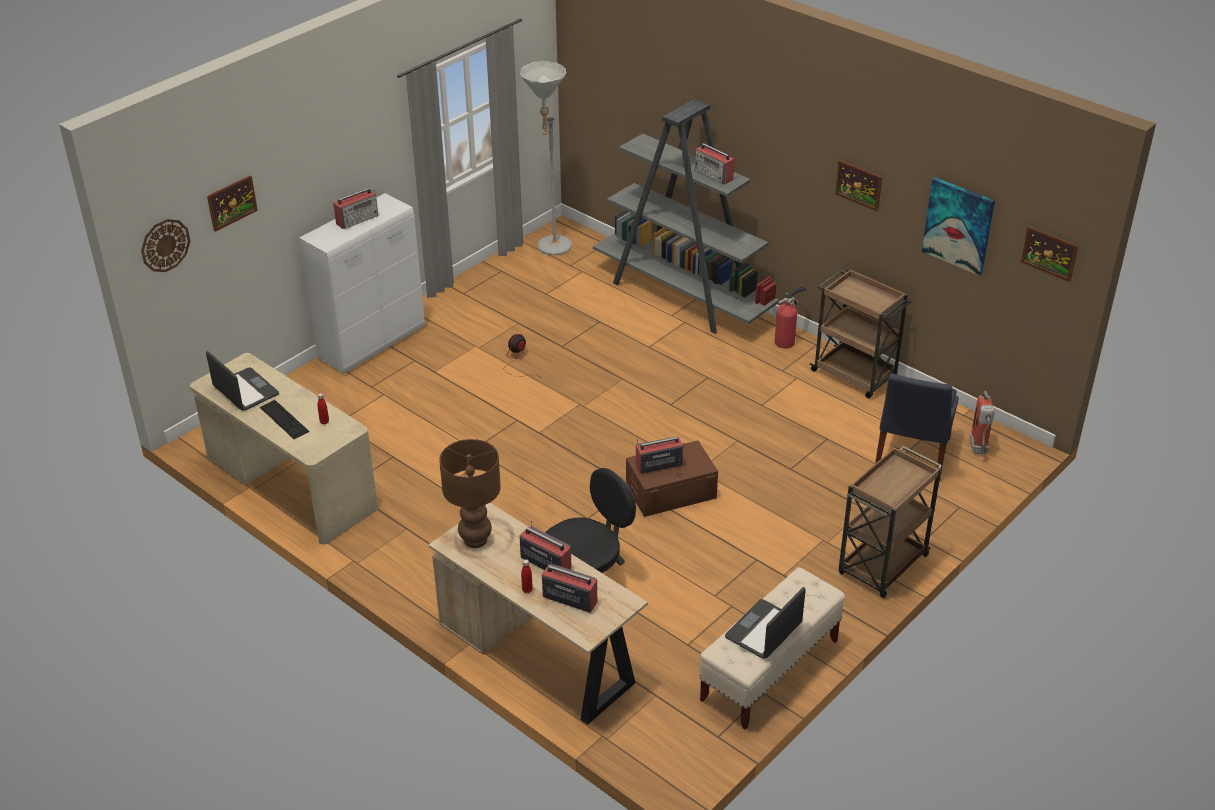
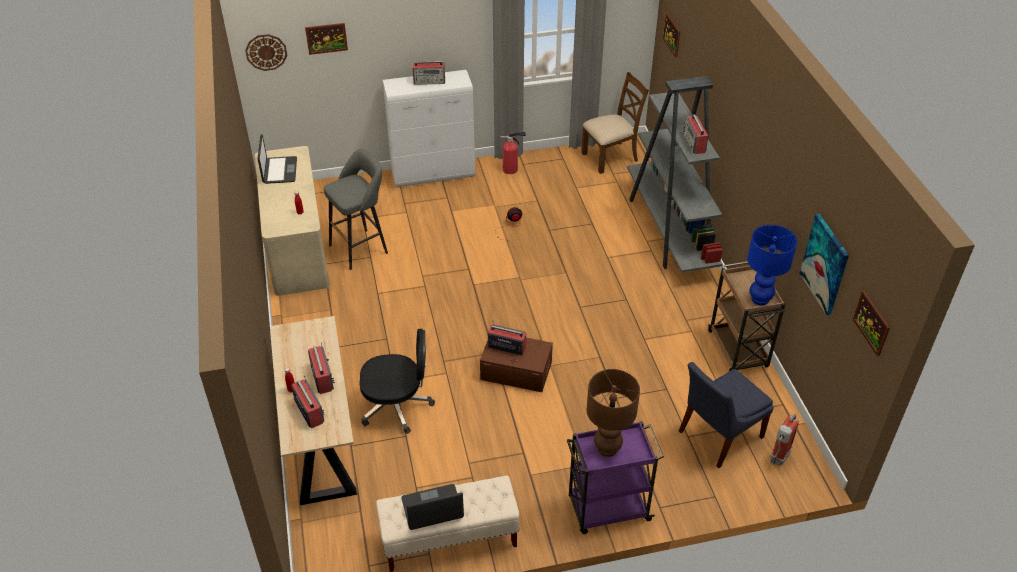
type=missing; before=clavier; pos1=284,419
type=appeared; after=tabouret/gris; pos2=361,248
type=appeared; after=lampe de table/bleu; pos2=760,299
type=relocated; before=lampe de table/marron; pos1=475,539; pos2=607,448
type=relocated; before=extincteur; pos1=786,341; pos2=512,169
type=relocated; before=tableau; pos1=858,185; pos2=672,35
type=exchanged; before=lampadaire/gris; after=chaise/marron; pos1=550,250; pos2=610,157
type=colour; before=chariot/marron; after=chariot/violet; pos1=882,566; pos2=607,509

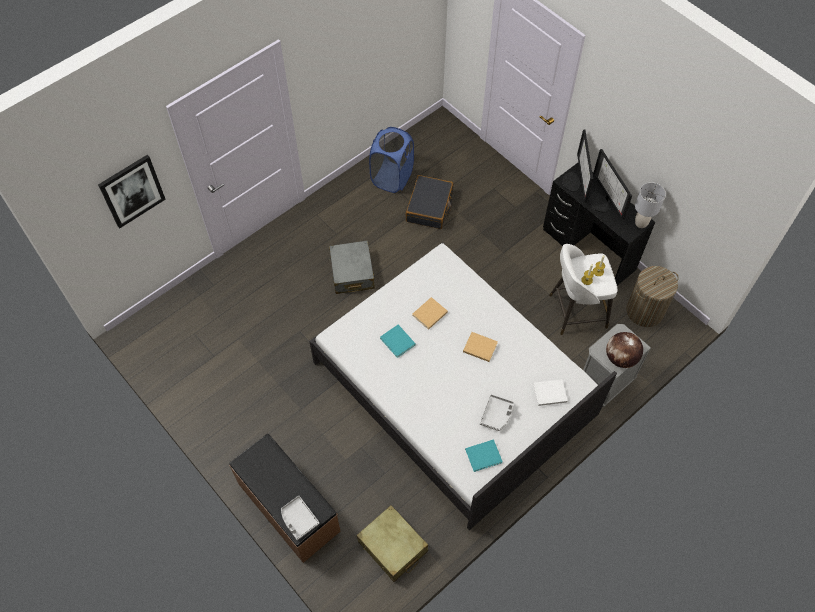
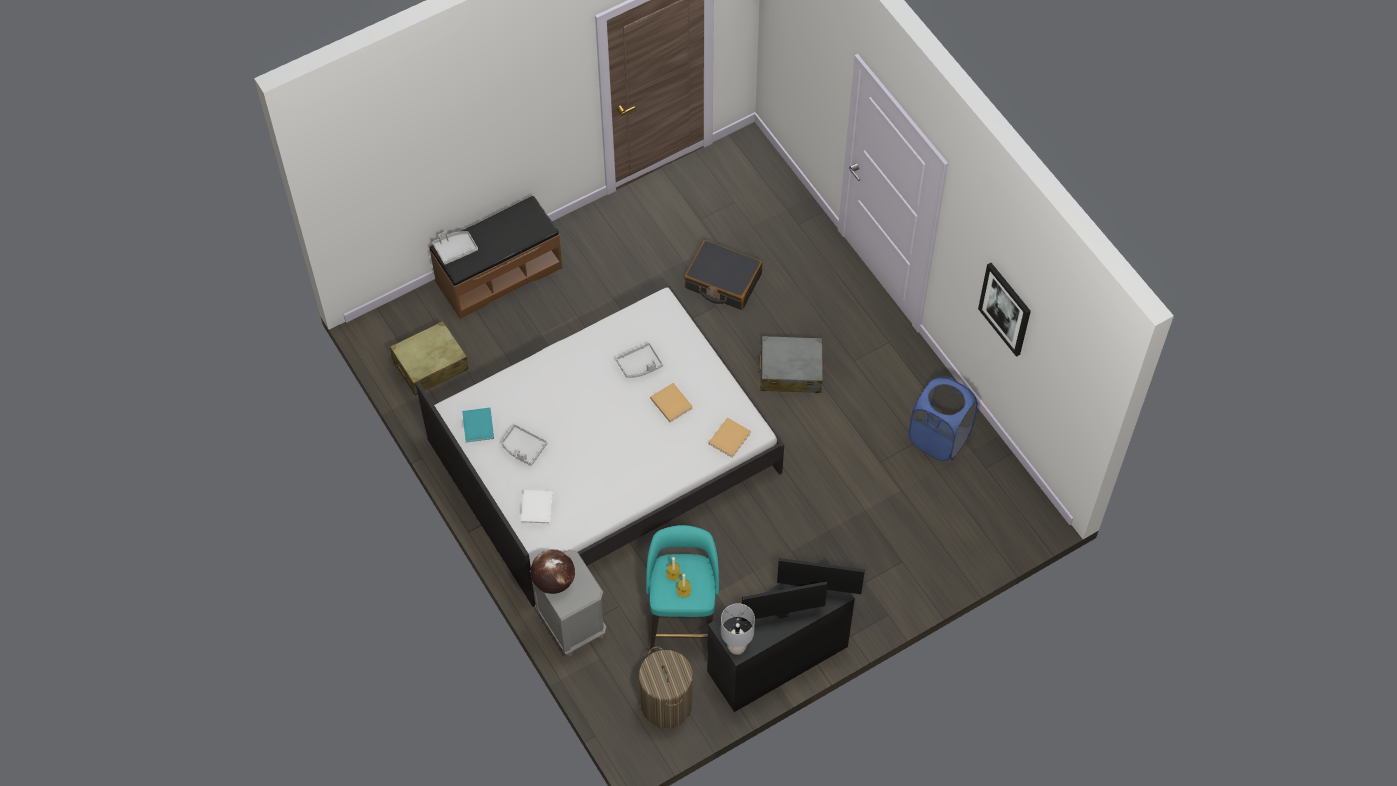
type=relocated; before=tableau; pos1=132,191; pos2=1005,308
type=relocated; before=valise/noir; pos1=429,207; pos2=723,281
type=relocated; before=livre/beige; pos1=479,347; pos2=730,437
type=exchanged; before=livre/turquoise; after=plateau/gris; pos1=398,342; pos2=639,365
type=colour; before=tabouret/blanc; after=tabouret/turquoise; pos1=575,311; pos2=683,618

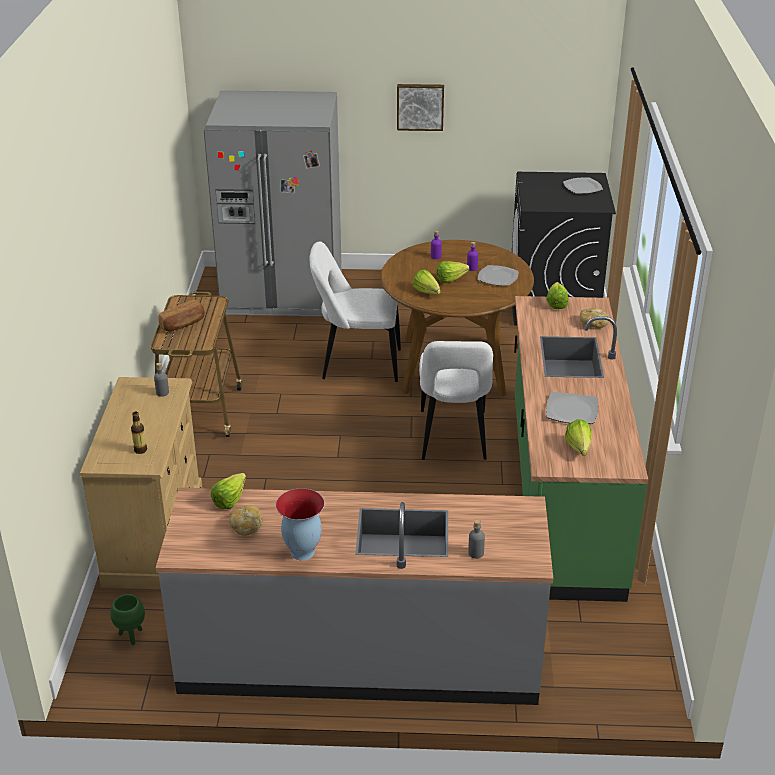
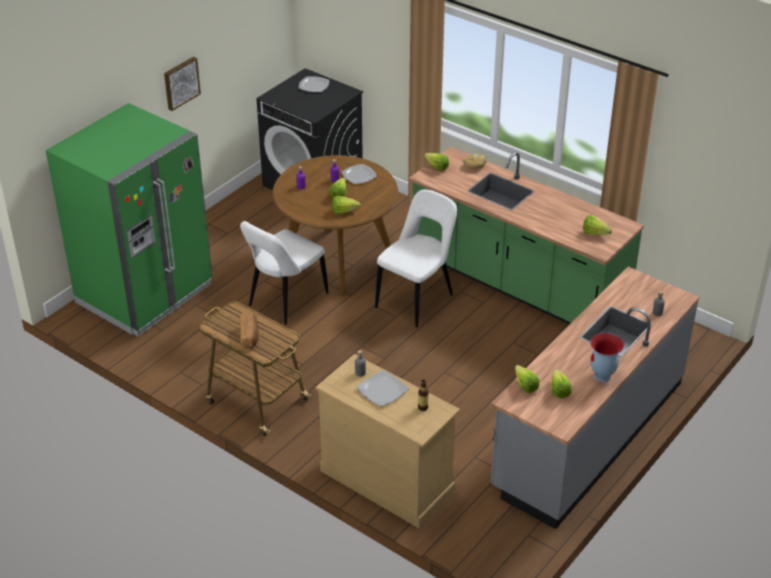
type=missing; before=cache-pot/vert; pos1=131,636
type=relocated; before=assiette; pos1=572,411; pos2=383,390
type=exchanged; before=pain; after=laitue; pos1=247,527; pos2=559,389
type=colour; before=réfrigérateur/gris; after=réfrigérateur/vert; pos1=283,293; pos2=145,294
type=spun; before=chaise/blanc; pos1=453,438; pos2=417,299; turn=-90

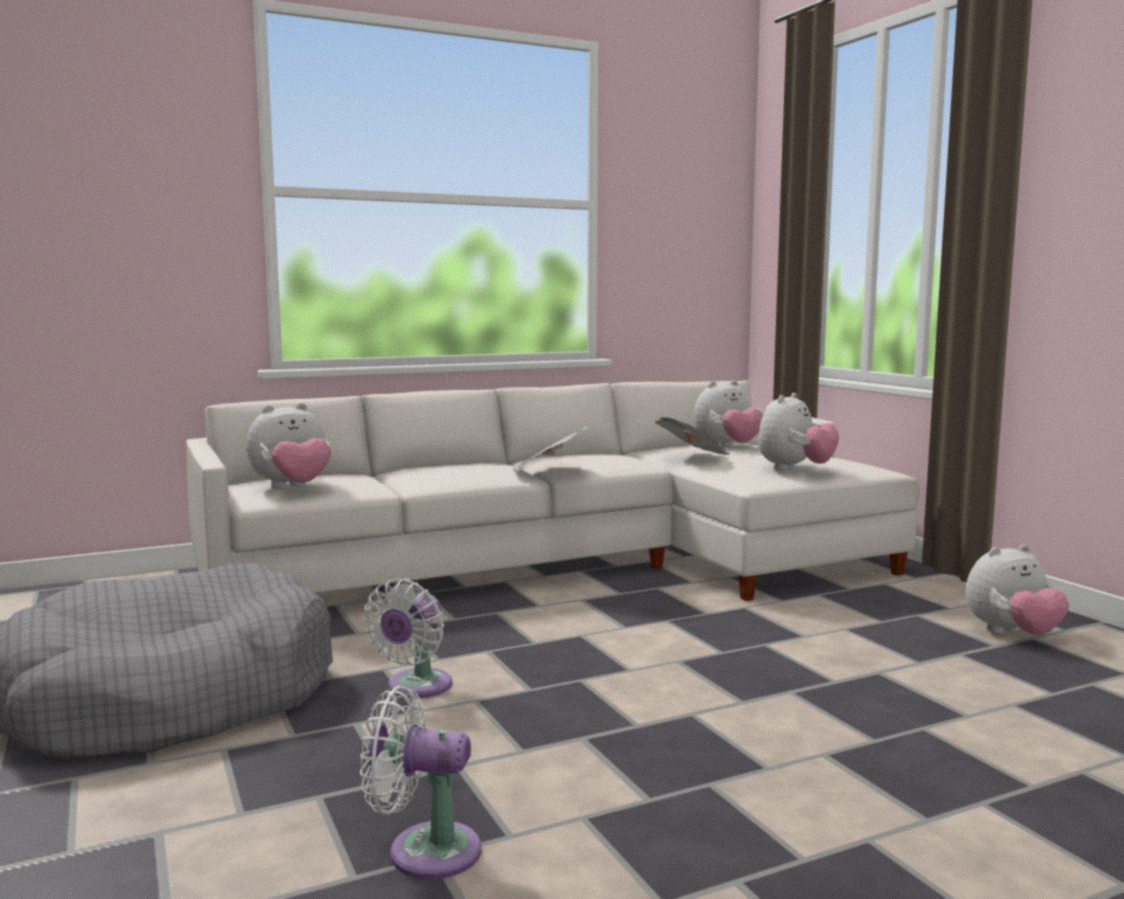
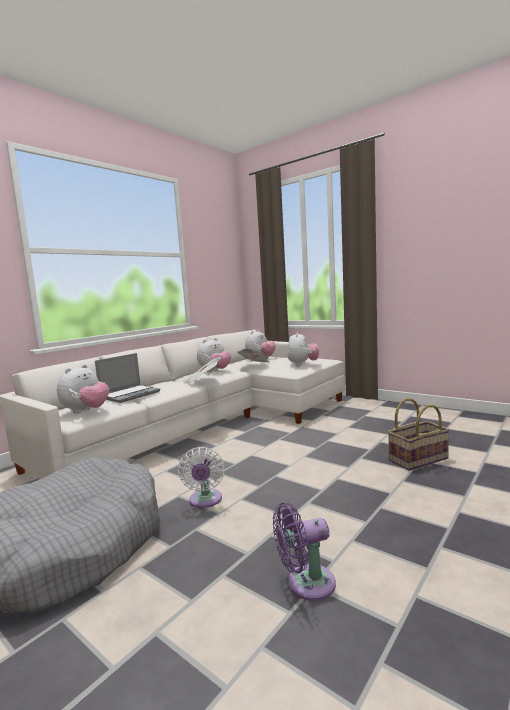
type=appeared; after=ordinateur portable; pos2=130,395
type=appeared; after=panier; pos2=417,459
type=relocated; before=peluche; pos1=1012,634; pos2=215,371
type=colour; before=ventilateur/blanc; after=ventilateur/violet; pos1=425,850; pos2=306,584

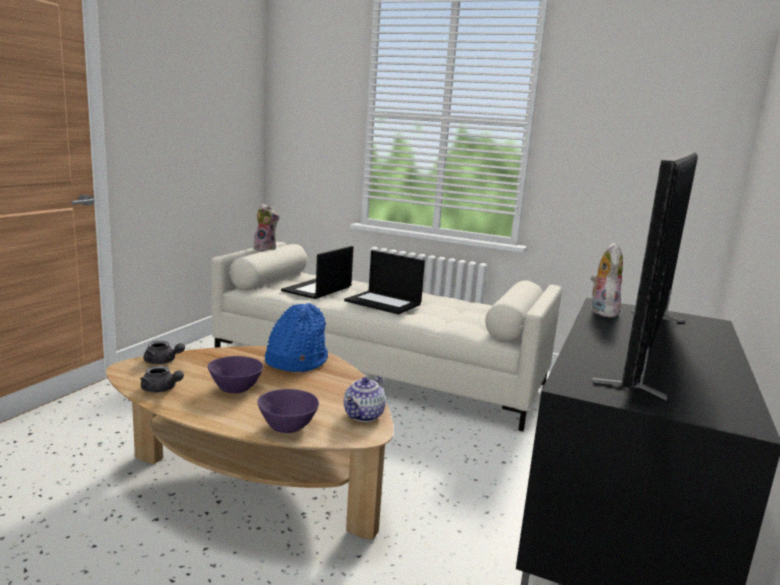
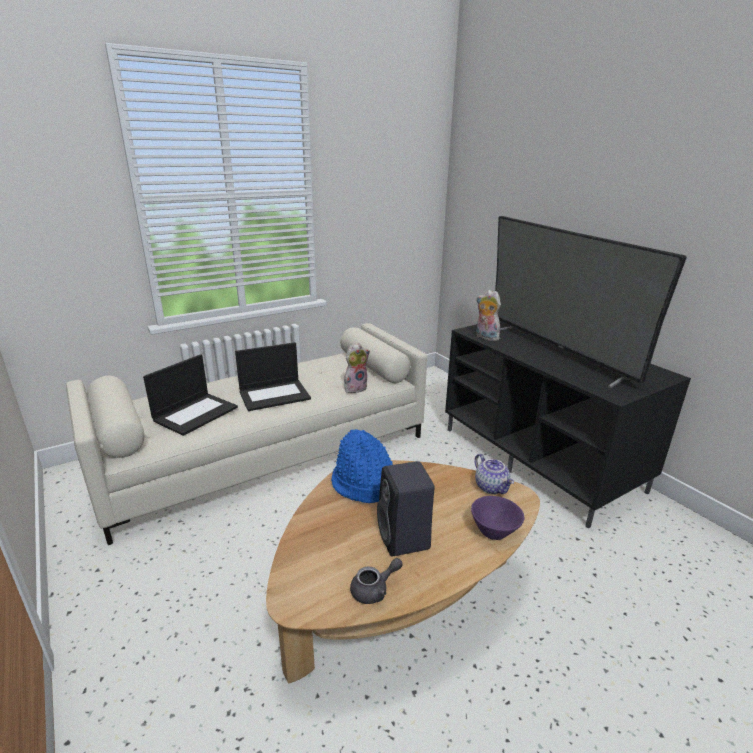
type=missing; before=théière/gris; pos1=163,362
type=relocated; before=peluche; pos1=266,249; pos2=355,388
type=exchanged; before=bol/violet; after=enceinte/noir; pos1=235,389; pos2=404,539
type=spun; before=ordinateur portable; pos1=317,289; pos2=196,413; turn=-120

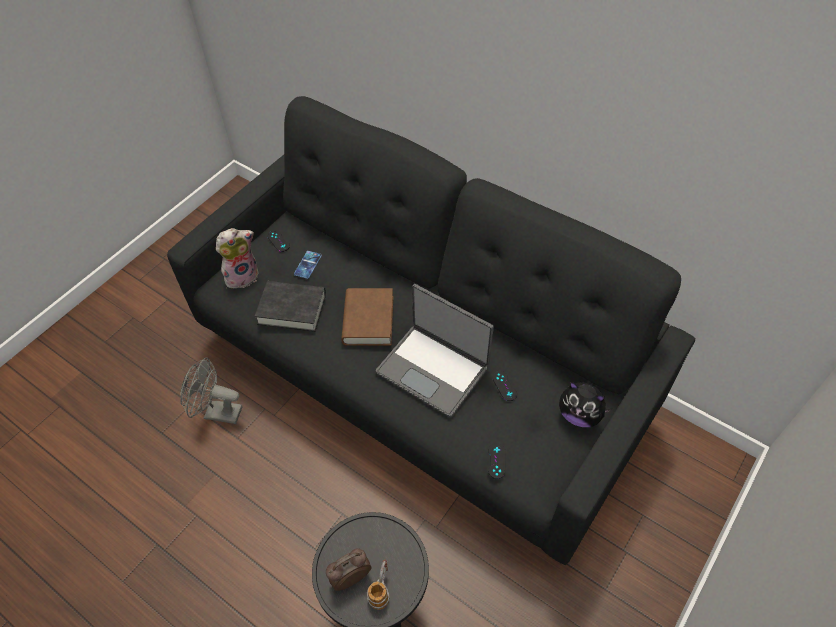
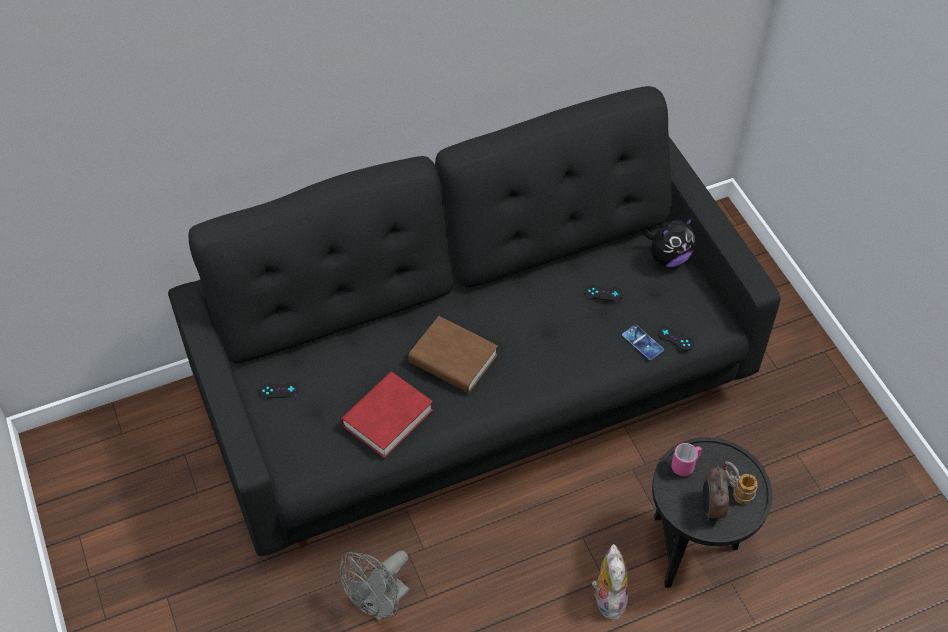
type=missing; before=ordinateur portable; pos1=433,369
type=appeared; after=mug/rose; pos2=686,465
type=relocated; before=peluche; pos1=242,275; pos2=607,598
type=relocated; before=téléphone; pos1=308,265; pos2=642,342
type=colour; before=livre/noir; after=livre/rouge; pos1=292,309; pos2=387,418

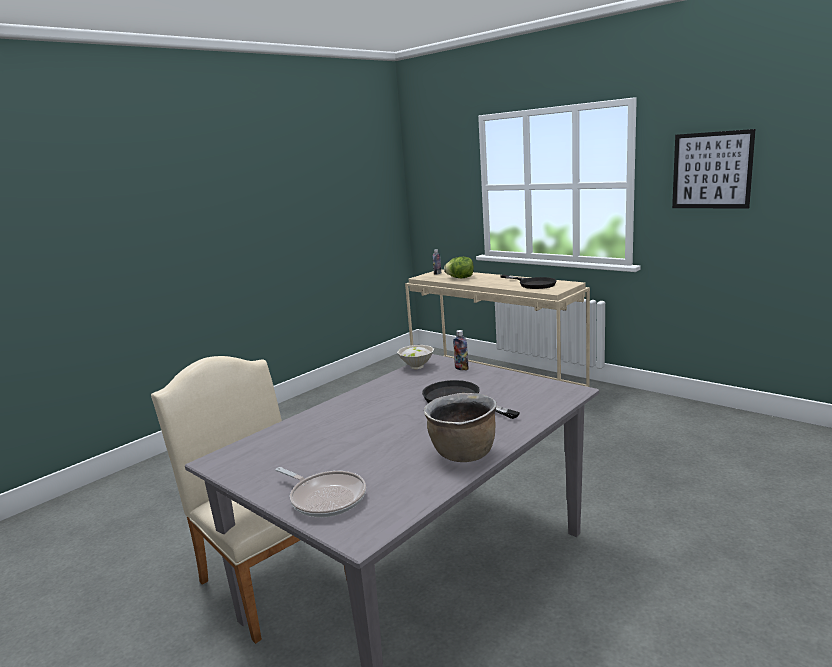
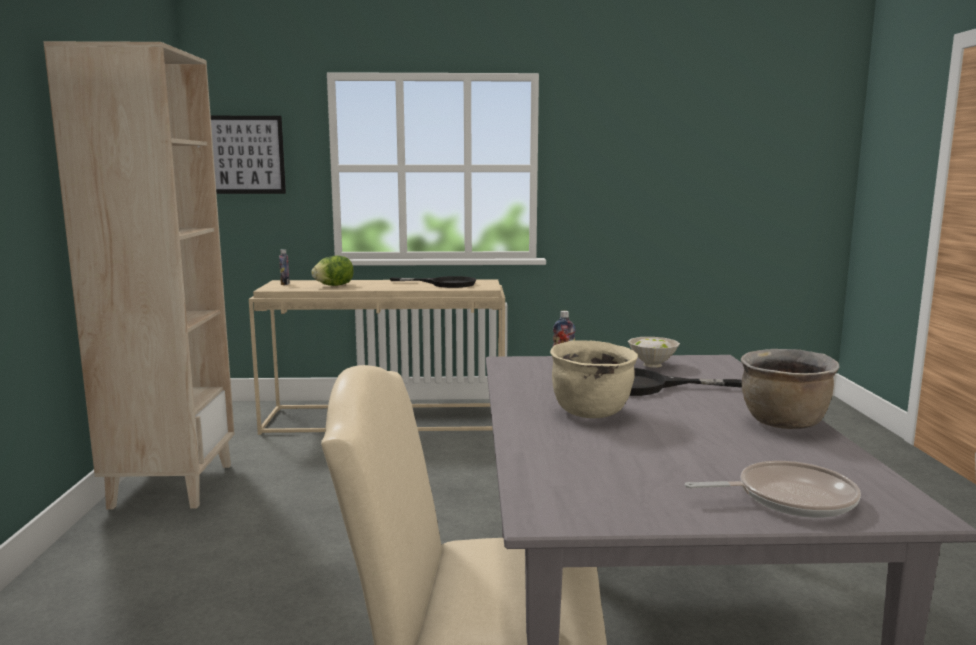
type=appeared; after=bibliothèque/beige; pos2=172,485
type=appeared; after=marmite/beige; pos2=592,412
type=relocated; before=bol/blanc; pos1=417,366; pos2=652,364
type=relocated; before=tableau; pos1=711,170; pos2=245,155

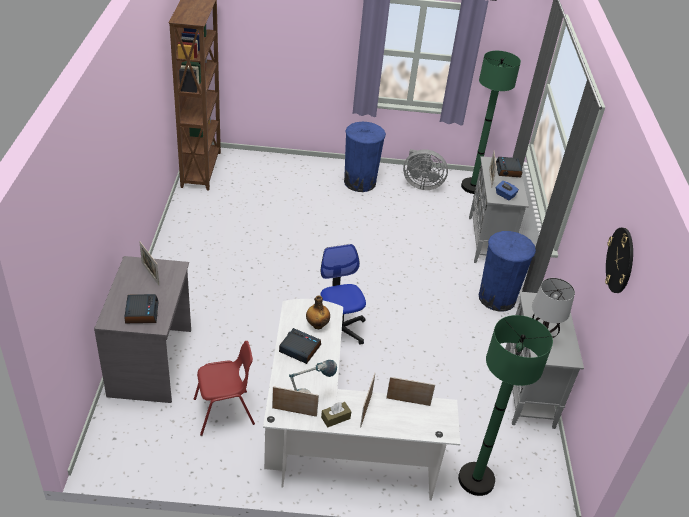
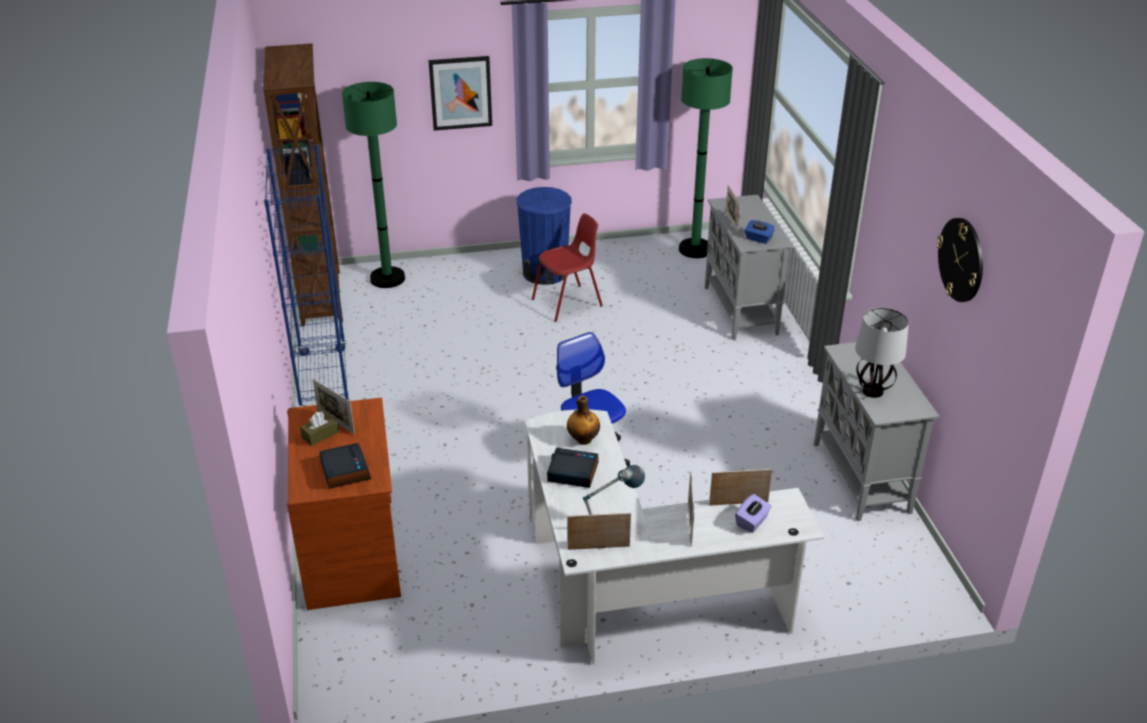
type=missing; before=ventilateur/gris; pos1=421,184
type=missing; before=poubelle/bleu; pos1=497,298
type=missing; before=réveil; pos1=508,170
type=appeared; after=bibliothèque/bleu; pos2=324,381
type=appeared; after=tableau; pos2=460,93
type=appeared; after=boîte à mouchoirs/violet; pos2=752,522
type=relocated; before=chaise/rouge; pos1=225,412; pos2=568,303
type=relocated; before=boîte à mouchoirs/marron; pos1=335,418; pos2=320,435
type=relocated; before=lampadaire/vert; pos1=476,479; pos2=387,278
type=colour; before=bureau/gris; after=bureau/marron; pos1=152,362; pos2=353,553

